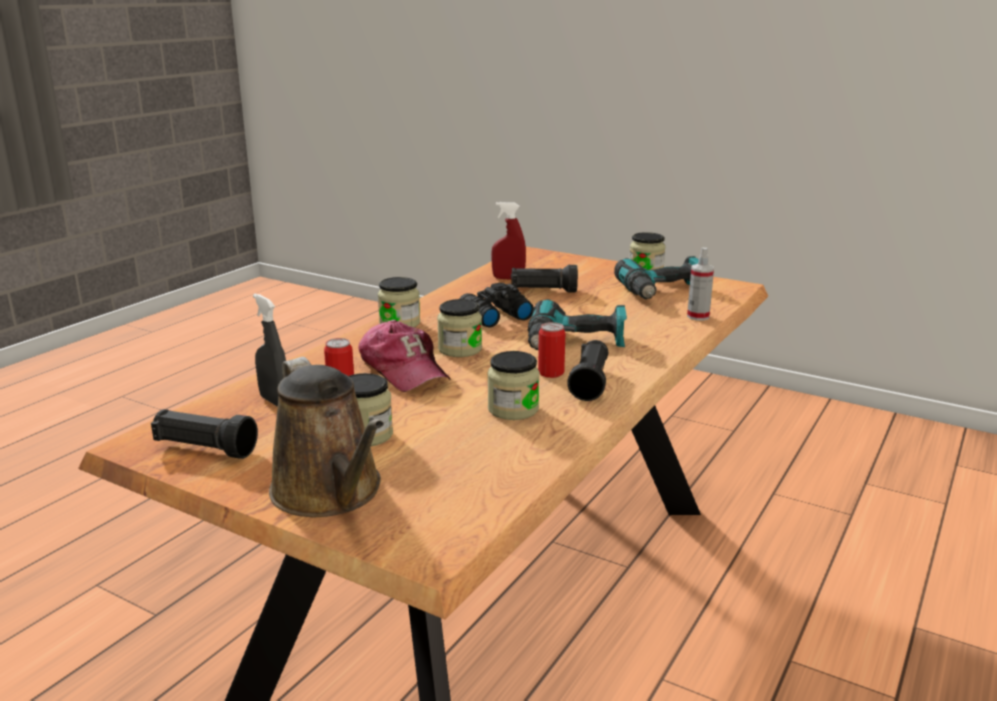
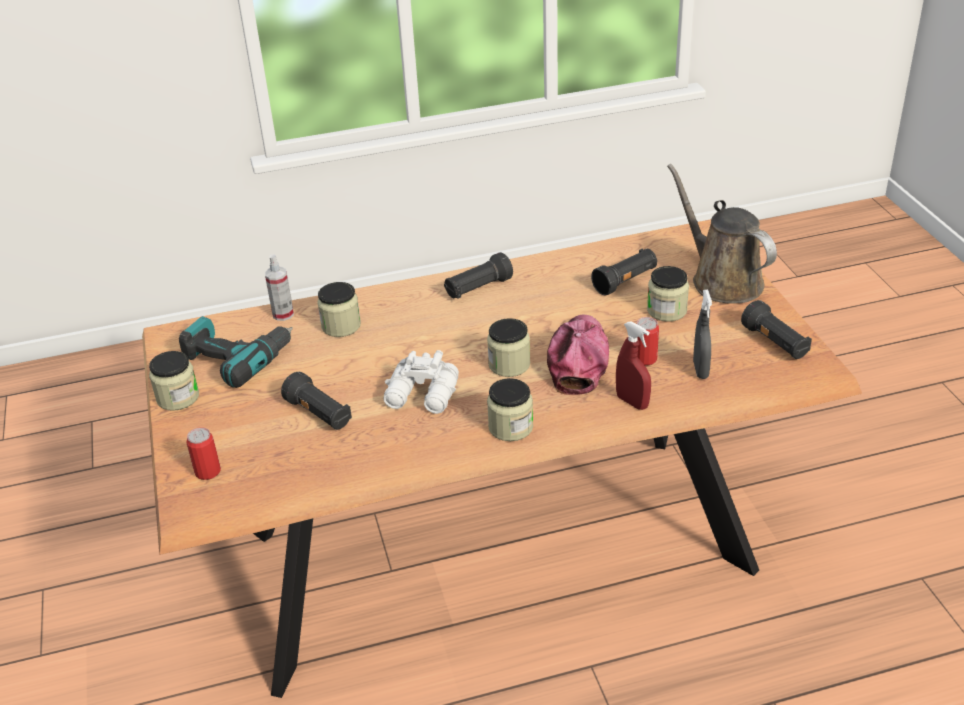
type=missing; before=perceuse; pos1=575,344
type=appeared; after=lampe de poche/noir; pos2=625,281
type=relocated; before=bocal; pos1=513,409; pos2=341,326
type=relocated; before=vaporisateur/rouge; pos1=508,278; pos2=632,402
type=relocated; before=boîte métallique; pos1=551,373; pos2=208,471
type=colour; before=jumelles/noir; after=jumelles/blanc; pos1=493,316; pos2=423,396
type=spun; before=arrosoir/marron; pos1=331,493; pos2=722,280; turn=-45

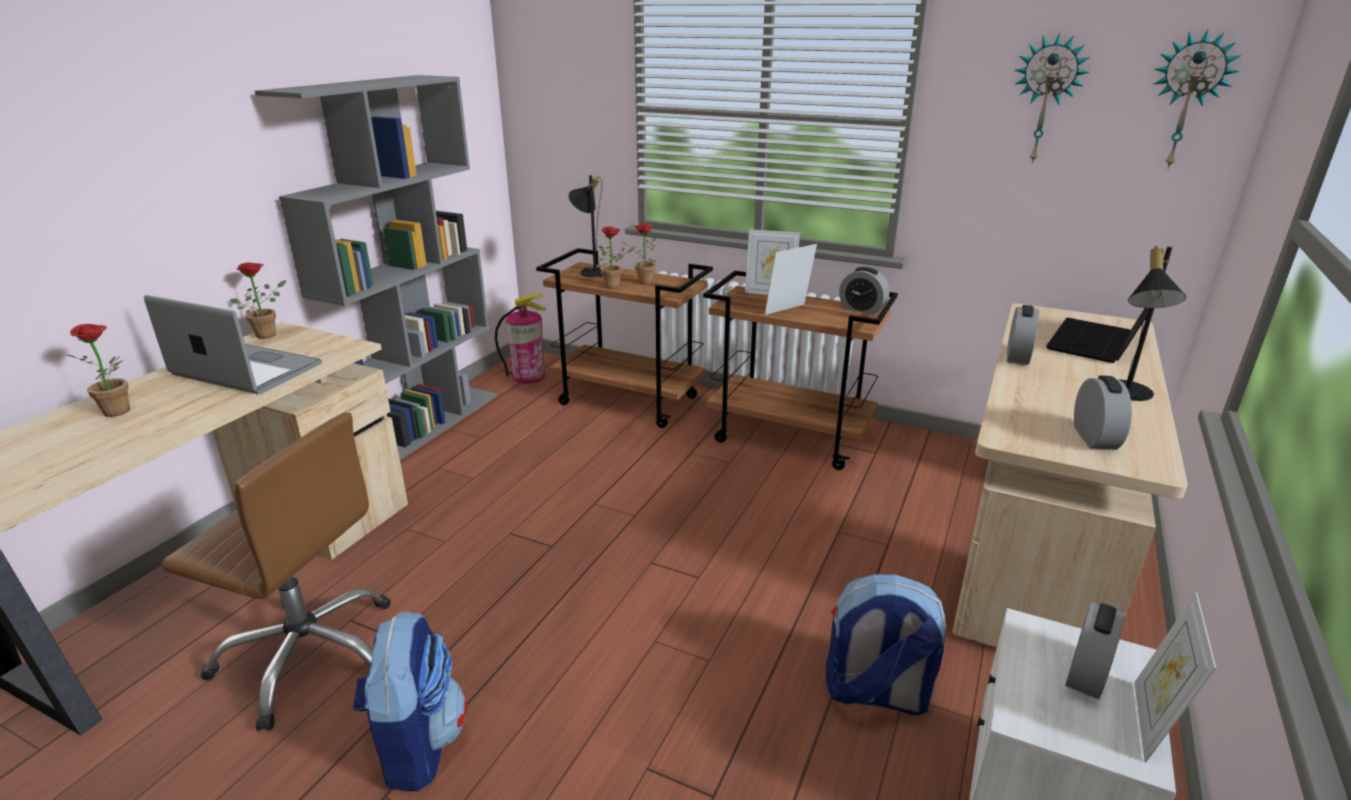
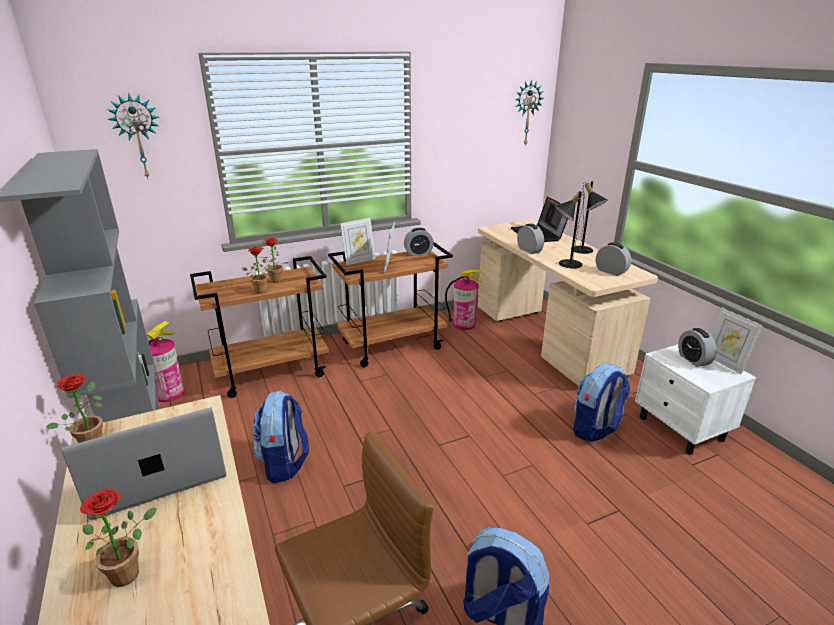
type=appeared; after=sac à dos; pos2=284,463
type=appeared; after=extincteur; pos2=464,324
type=relocated; before=lampe de table/noir; pos1=591,271; pos2=565,264
type=relocated; before=horloge murale; pos1=1045,100; pos2=138,137

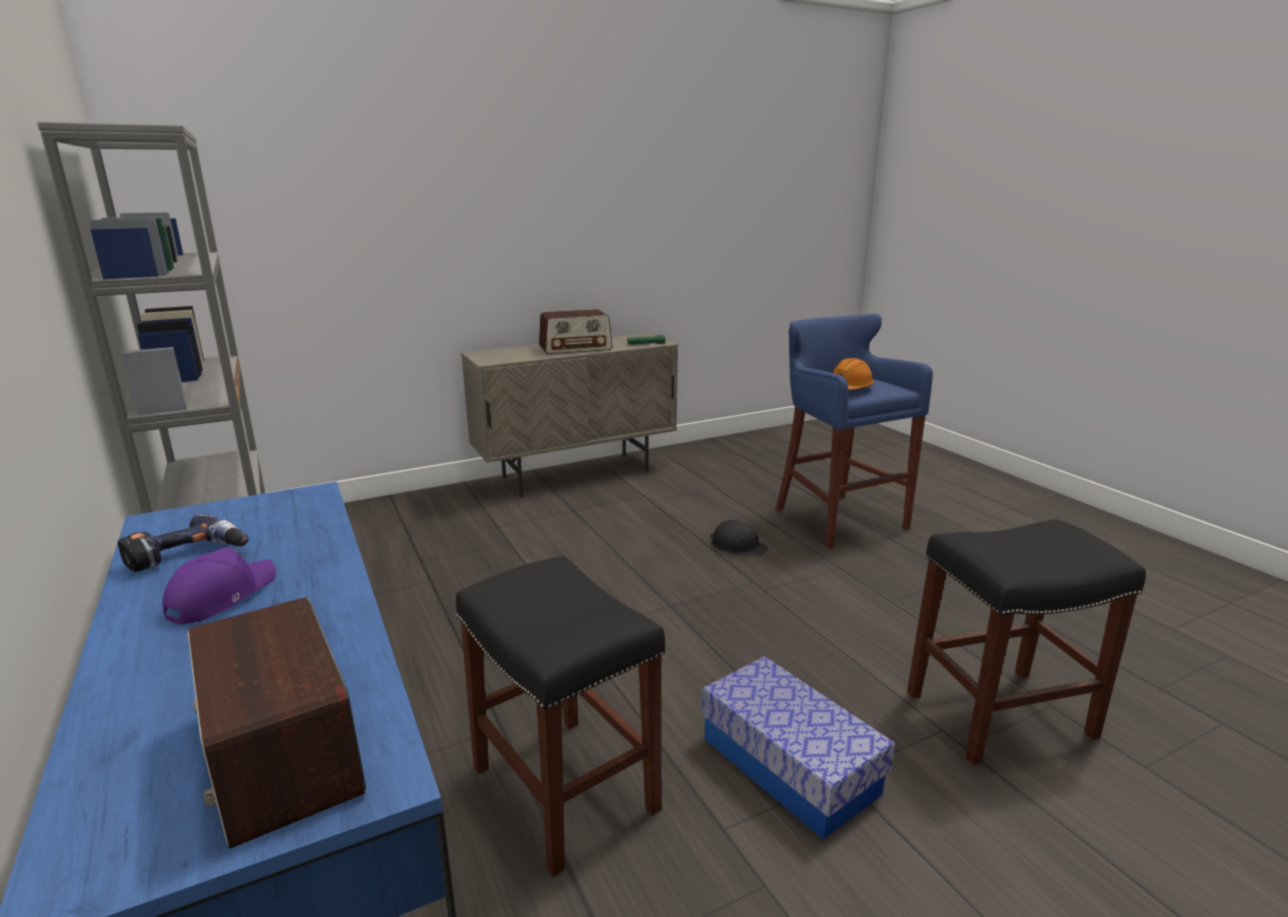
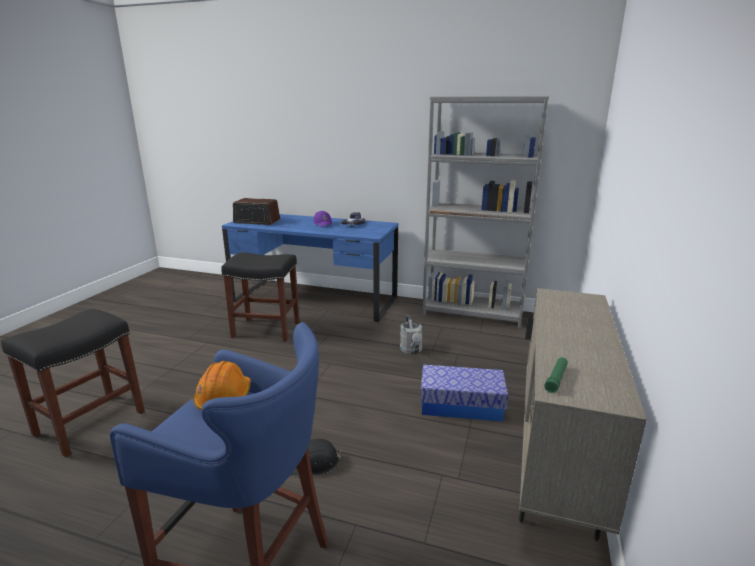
type=missing; before=radio; pos1=576,348
type=appeared; after=arrosoir/gris; pos2=412,350
type=relocated; before=boîte de rangement; pos1=789,765; pos2=461,405

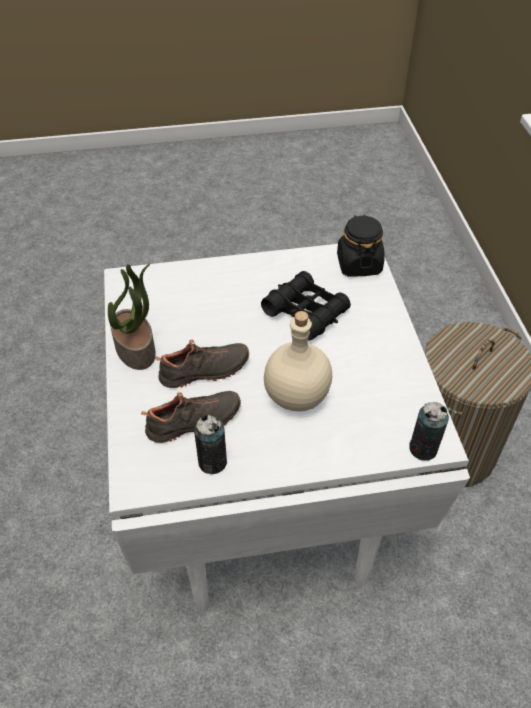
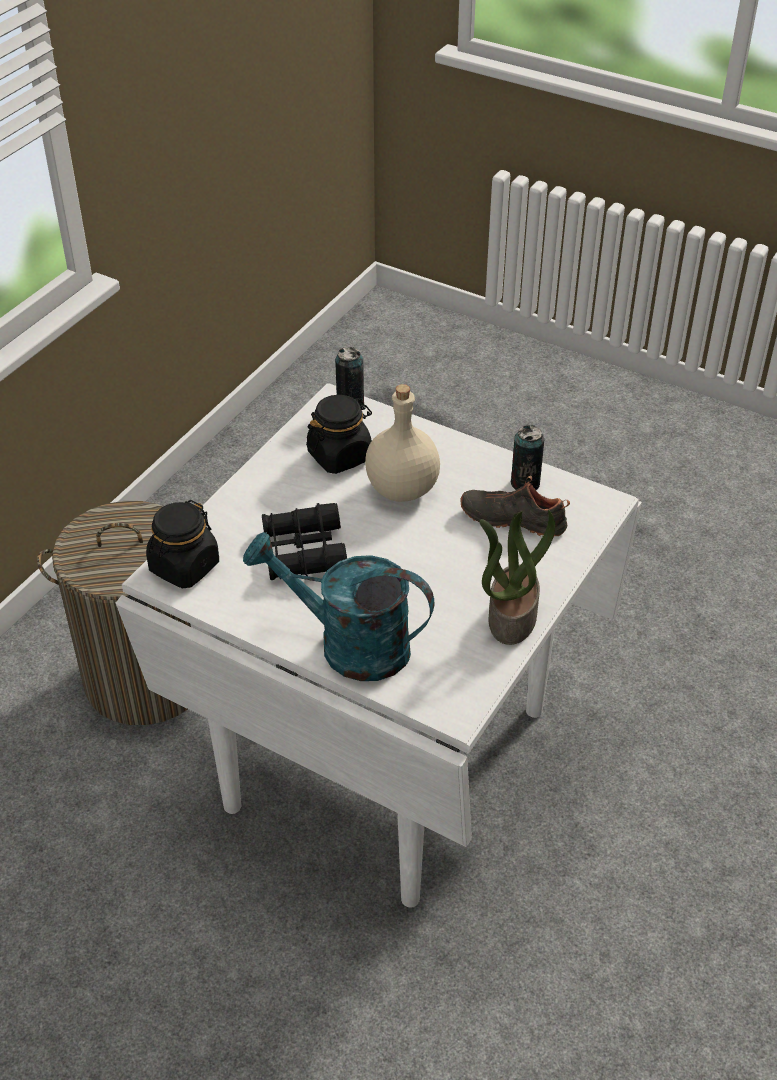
type=missing; before=chaussure/noir; pos1=205,372
type=appeared; after=arrosoir/turquoise; pos2=348,644
type=appeared; after=bocal/noir; pos2=340,456

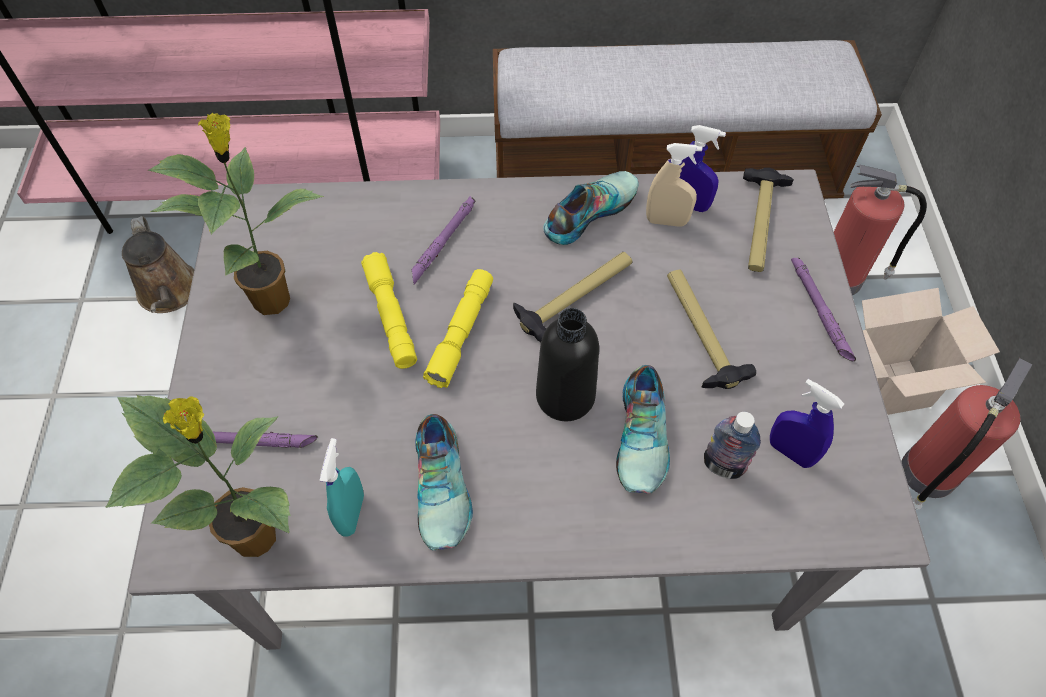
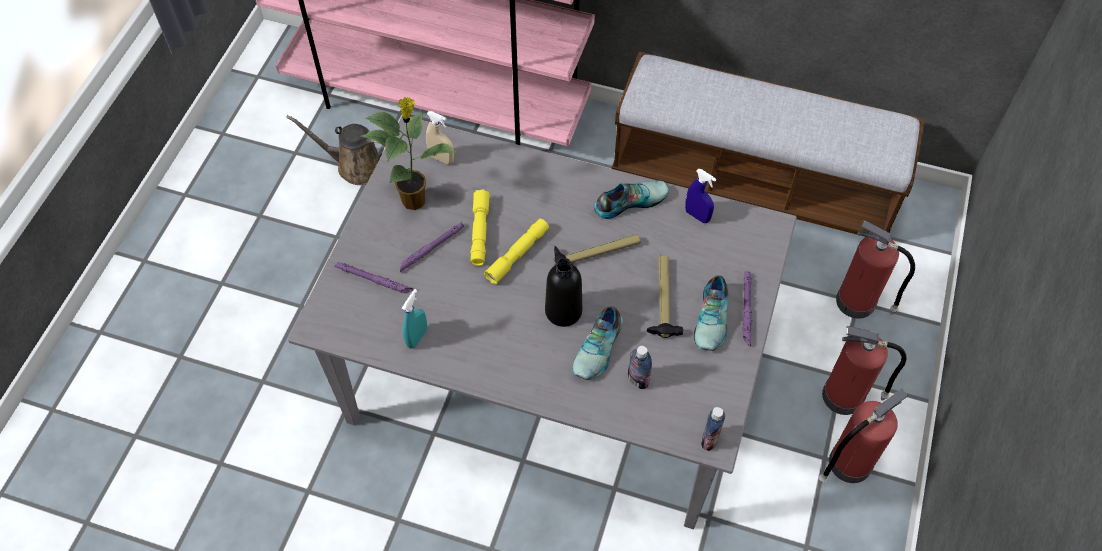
type=missing; before=plante en pot; pos1=258,536
type=missing; before=marteau; pos1=760,224
type=missing; before=vaporisateur/bleu; pos1=790,452
type=appeared; after=bouteille; pos2=709,440
type=relocated; before=lampe de poche/violet; pos1=443,243; pos2=431,248
type=relocated; before=chaussure; pos1=443,486; pos2=713,318
type=relocated; before=vaporisateur/beige; pos1=666,221; pos2=441,158
type=exchanged; before=carton; after=extincteur; pos1=882,392; pos2=845,396
type=spun; before=arrosoir/marron; pos1=169,293; pos2=355,165; turn=105

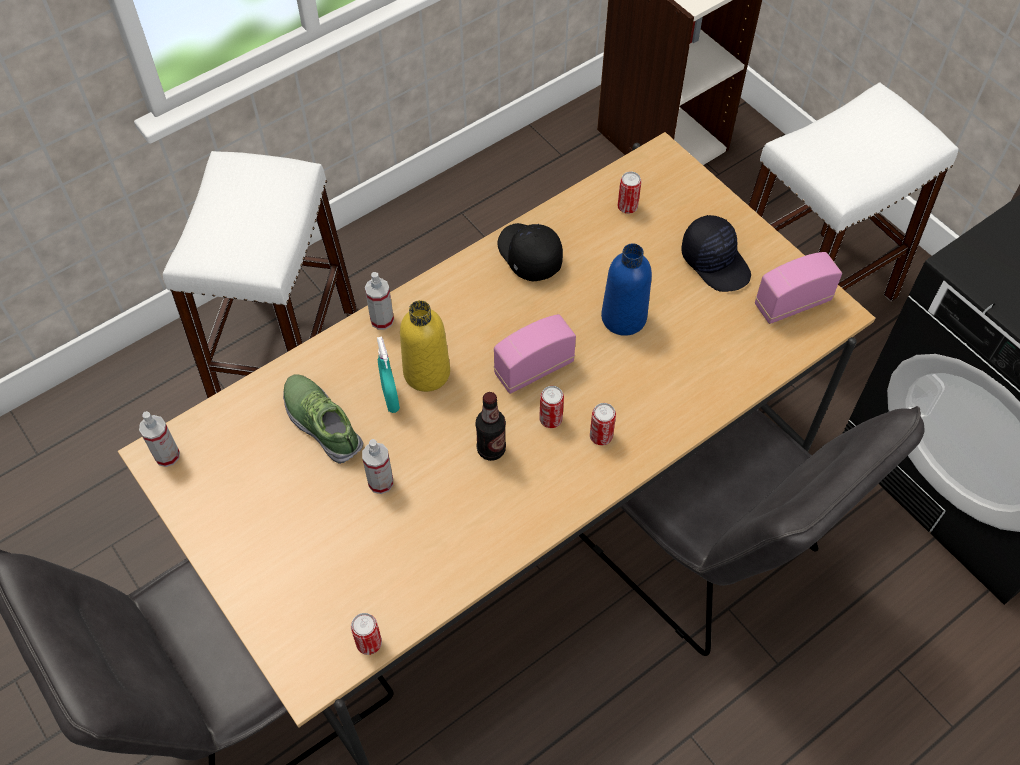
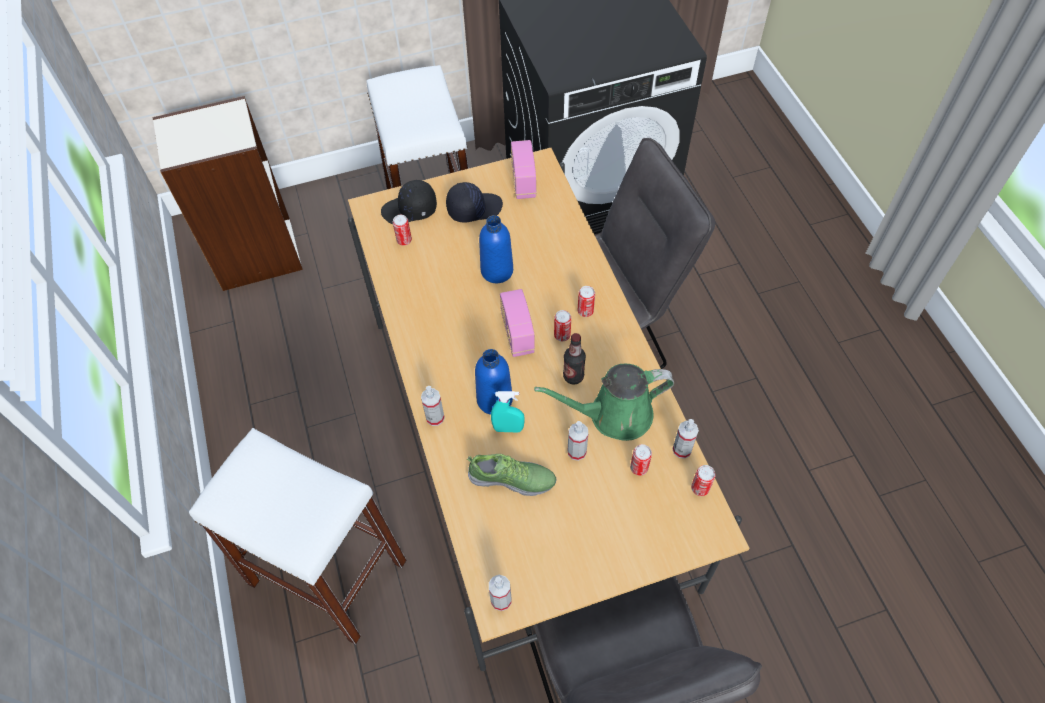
type=appeared; after=arrosoir/vert; pos2=614,415
type=appeared; after=boîte métallique; pos2=639,468
type=appeared; after=vaporisateur; pos2=682,449
type=relocated; before=casquette/noir; pos1=528,256; pos2=410,210
type=colour; before=bouteille/jaune; after=bouteille/bleu; pos1=426,372; pos2=494,400
type=spun; before=chaussure; pos1=323,423; pos2=512,479; turn=-150

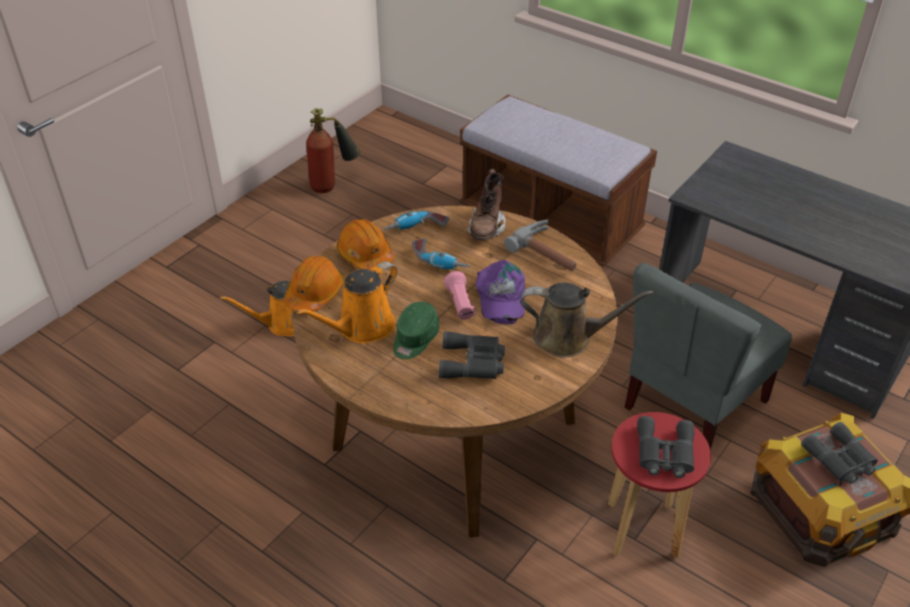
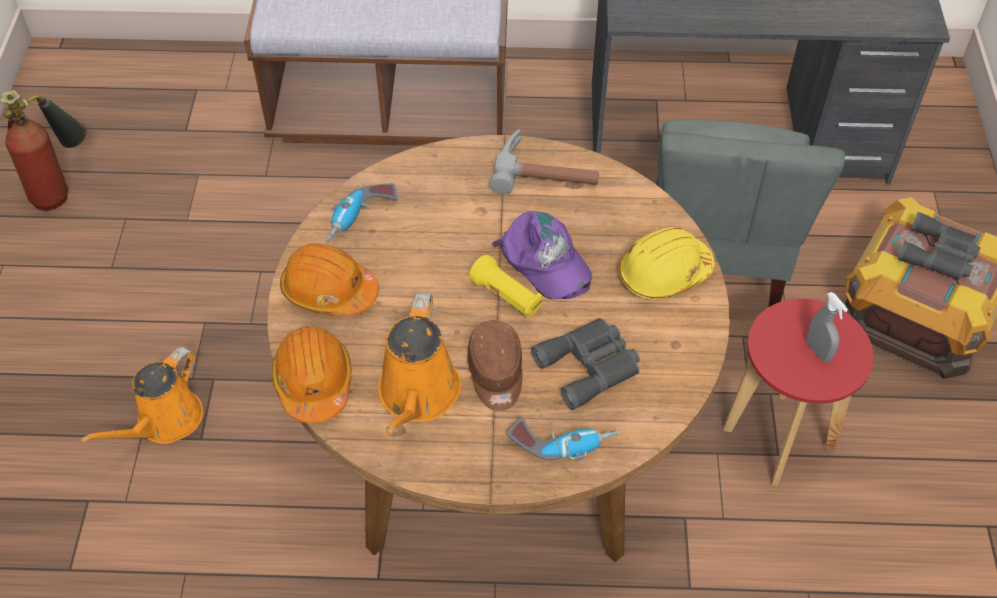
type=missing; before=botte/marron; pos1=486,228
type=relocated; before=perceuse; pos1=440,261; pos2=563,442
type=exchanged; before=arrosoir/marron; after=casque de chantier/jaune; pos1=568,337; pos2=664,273
type=exchanged; before=jumelles/gris; after=vaporisateur/gris; pos1=664,453; pos2=818,351
type=colour; before=casquette/vert; after=casquette/marron; pos1=415,339; pos2=496,374
type=colour; before=lampe de poche/rose; after=lampe de poche/jaune; pos1=460,304; pos2=506,297

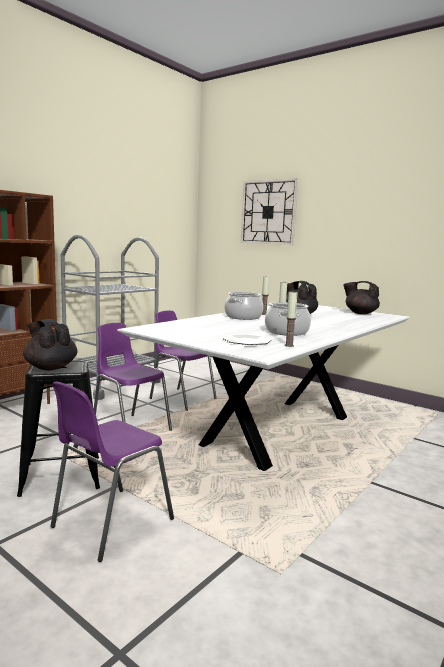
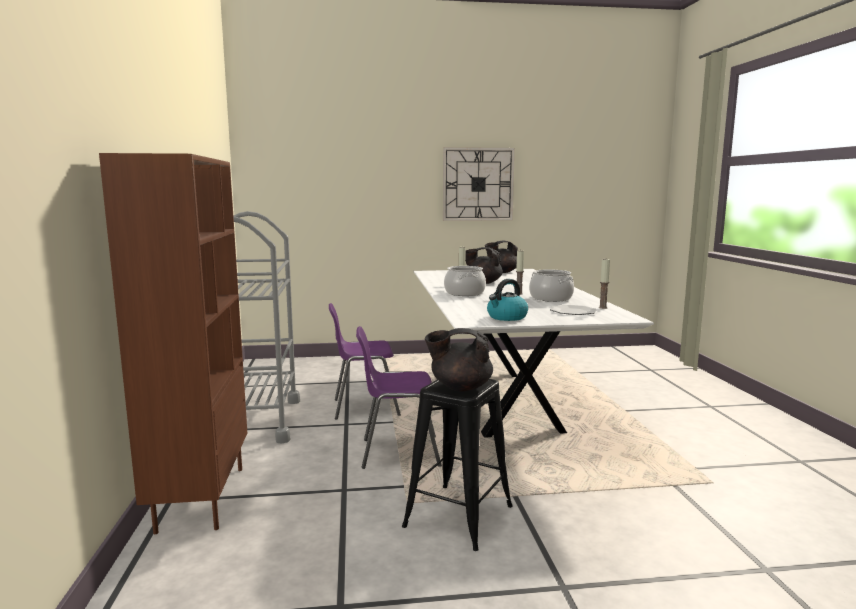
type=missing; before=chaise/violet; pos1=109,523
type=appeared; after=bouilloire; pos2=506,317
type=relocated; before=horloge murale; pos1=268,212; pos2=478,184

